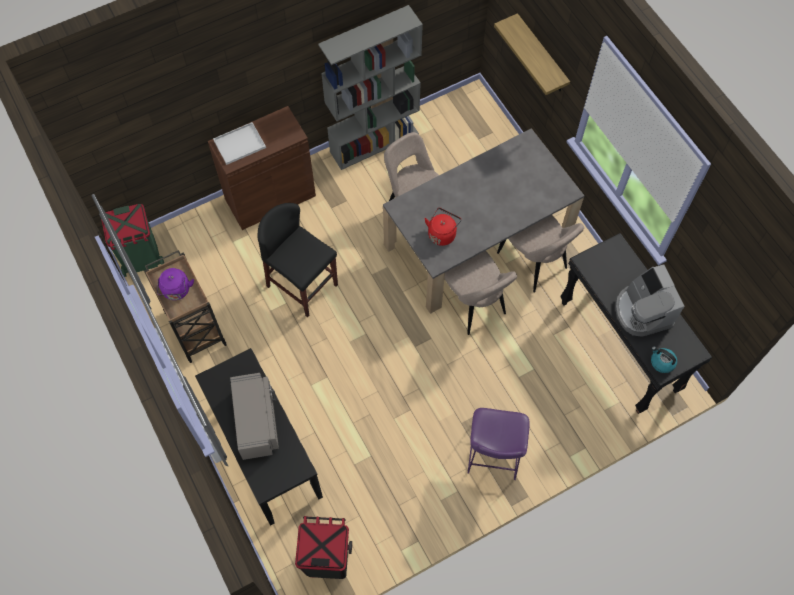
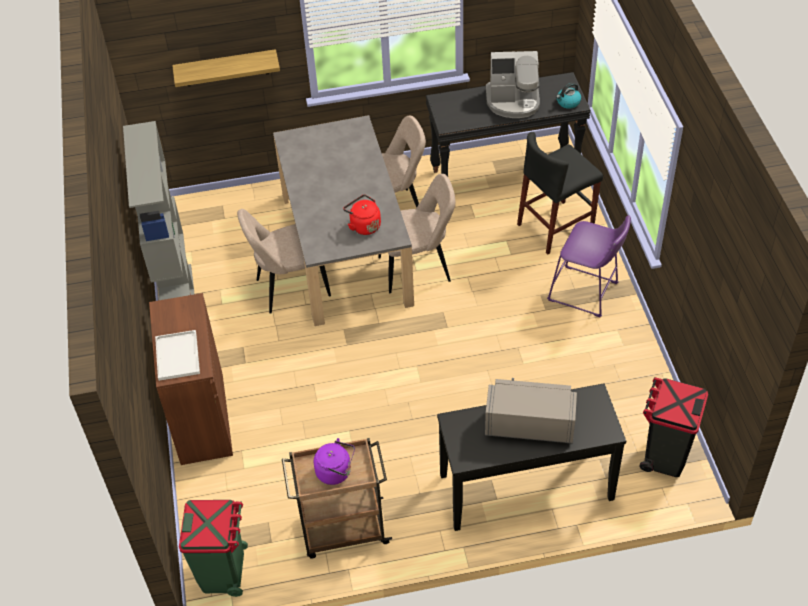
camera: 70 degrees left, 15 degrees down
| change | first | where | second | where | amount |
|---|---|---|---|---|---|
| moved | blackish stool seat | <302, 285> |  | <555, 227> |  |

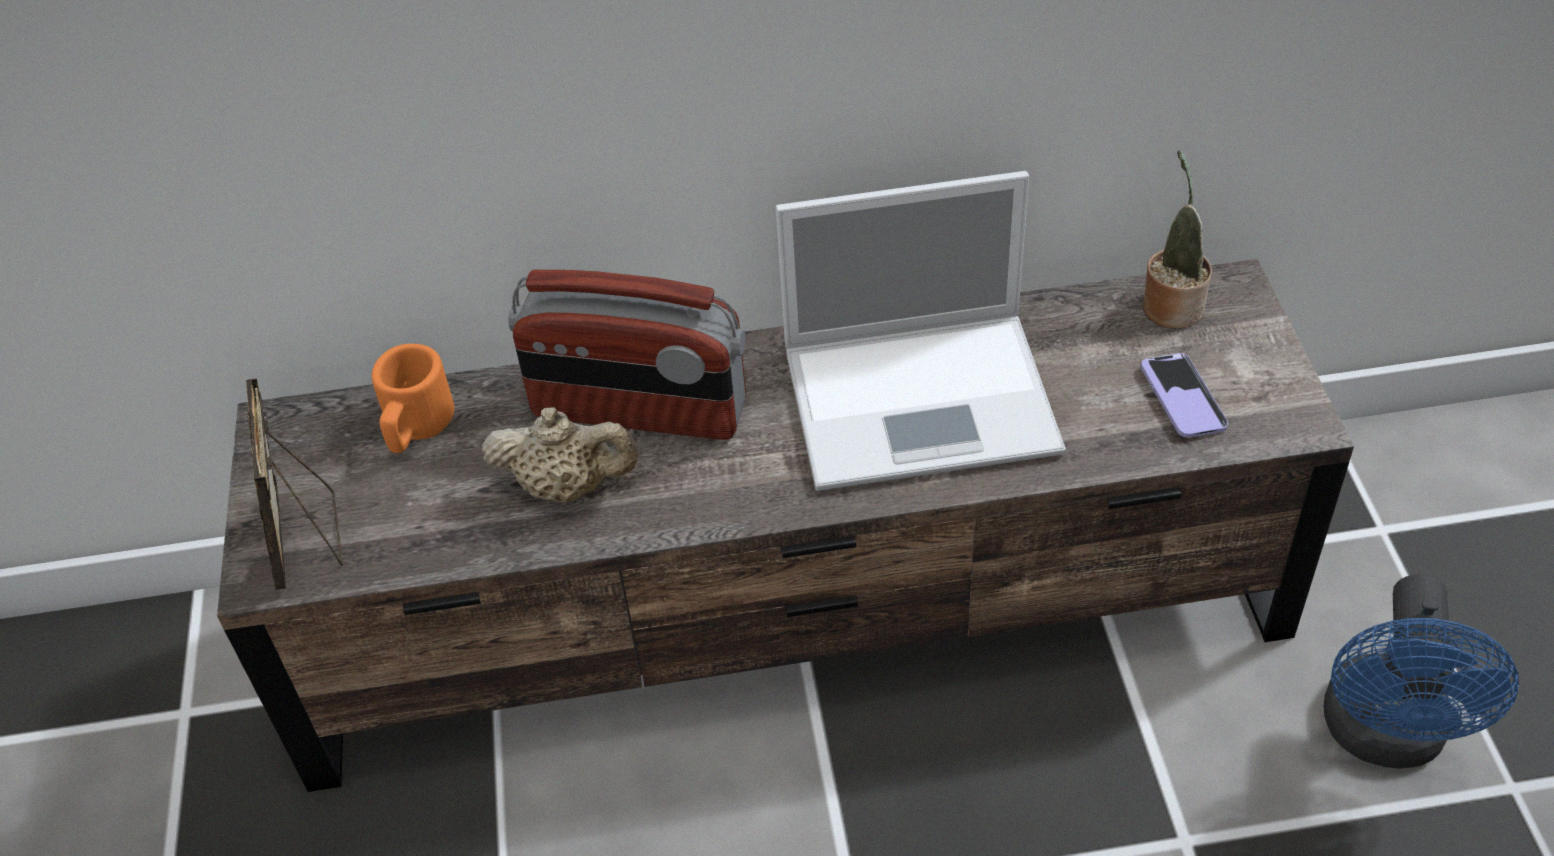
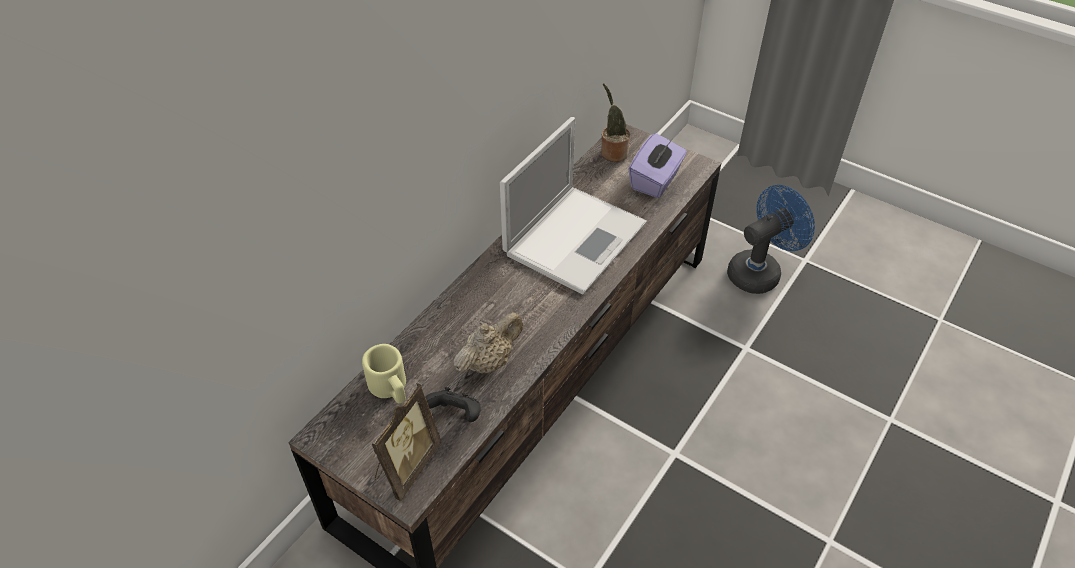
camera: 50 degrees left, 0 degrees up
| change | first | where | second | where | amount |
|---|---|---|---|---|---|
| recoloured | orangey tea mug | <415, 426> | beige tea mug | <390, 388> |  |
| turned | picture frame | <306, 538> |  | <406, 466> | 90 degrees counterclockwise |
| added |  |  | blackish game controller | <456, 414> |  |
| replaced | telephone | <1183, 398> | purple-coloured box of tissues | <655, 180> |  |
| turned | bluish fan | <1385, 737> |  | <759, 271> | 90 degrees counterclockwise |
| removed | radio set | <638, 411> |  |  |  |

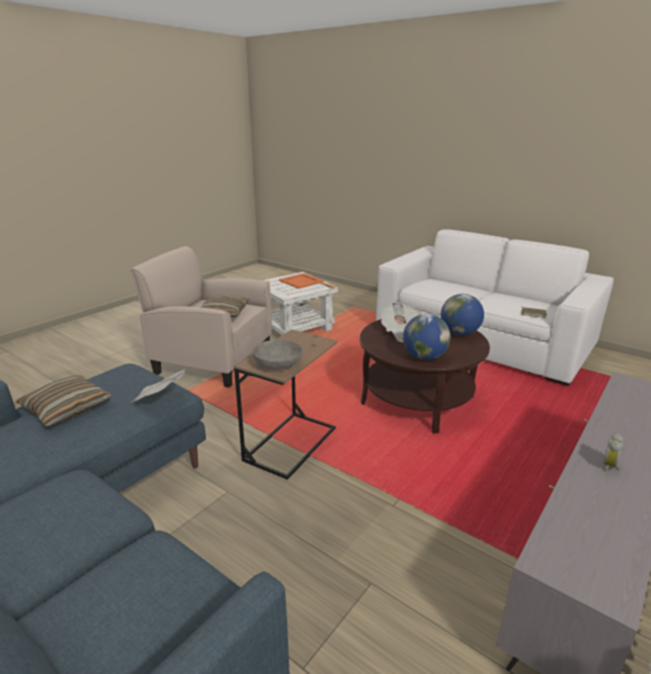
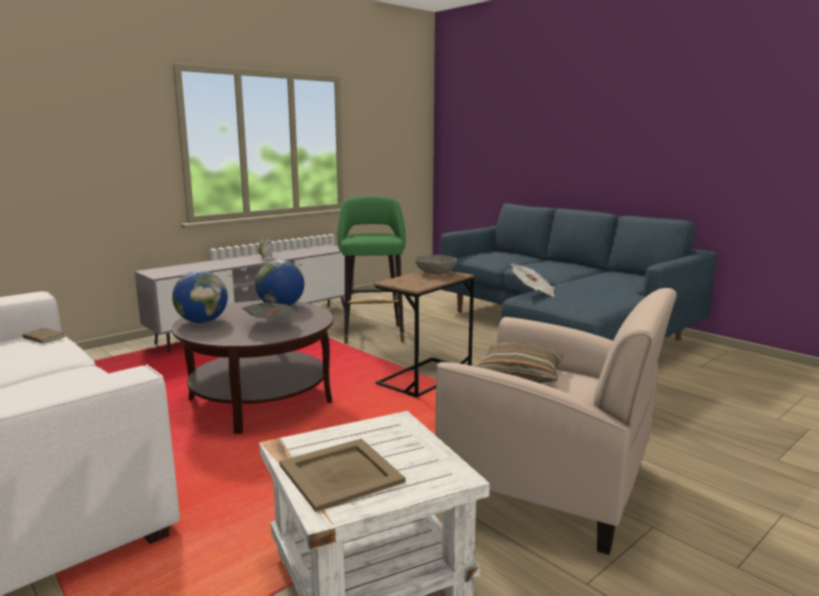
camera: 170 degrees left, 10 degrees down
| change | first | where | second | where | amount |
|---|---|---|---|---|---|
| recoloured | orangey serving tray | <300, 281> | beige serving tray | <342, 473> |  |
| added |  |  | green stool seat | <373, 332> |  |
| removed | cushion | <66, 408> |  |  |  |

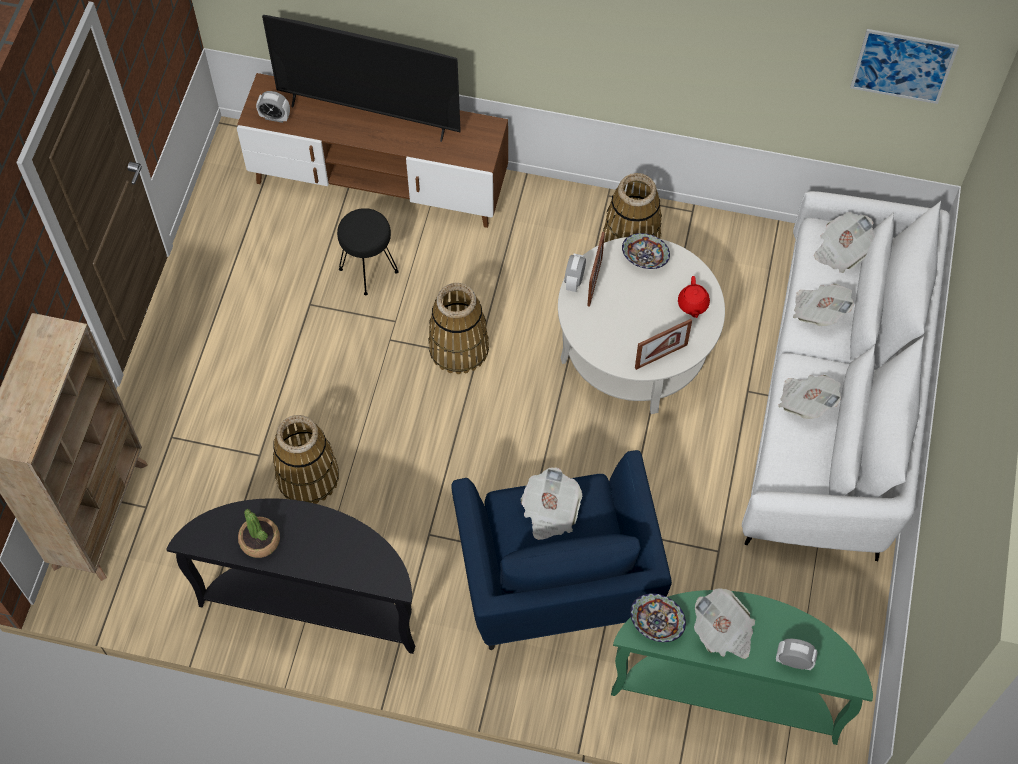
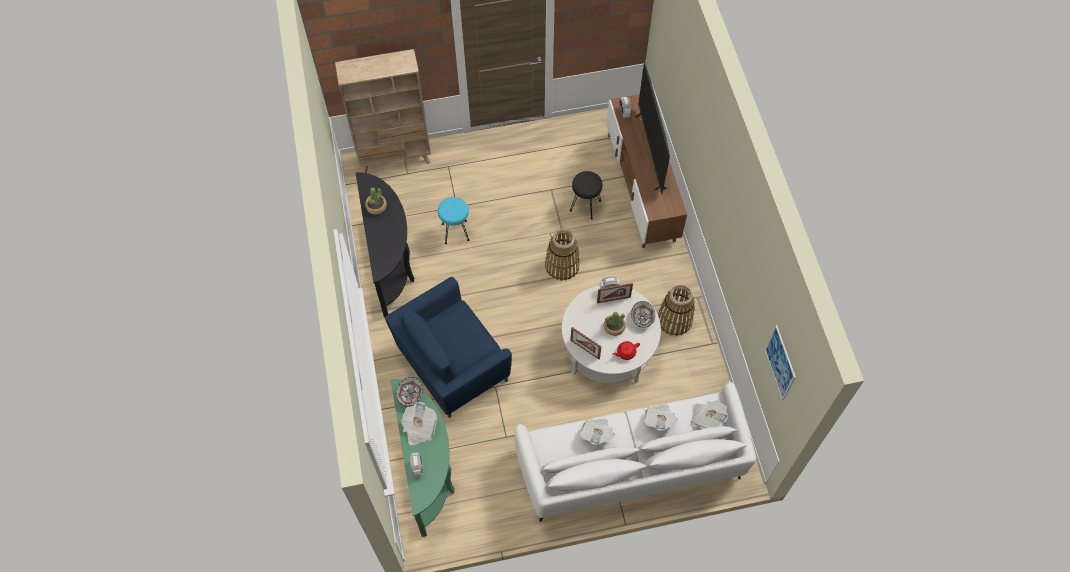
camera: 65 degrees right, 0 degrees up
| change | first | where | second | where | amount |
|---|---|---|---|---|---|
| replaced | storage basket | <307, 476> | blue-green stool seat | <455, 231> |  |
| added |  |  | houseplant | <614, 327> |  |
| removed | newspaper | <550, 512> |  |  |  |

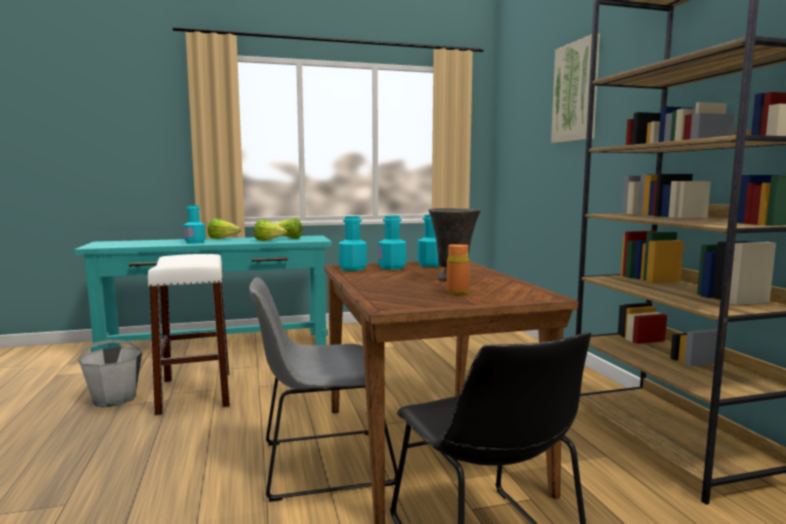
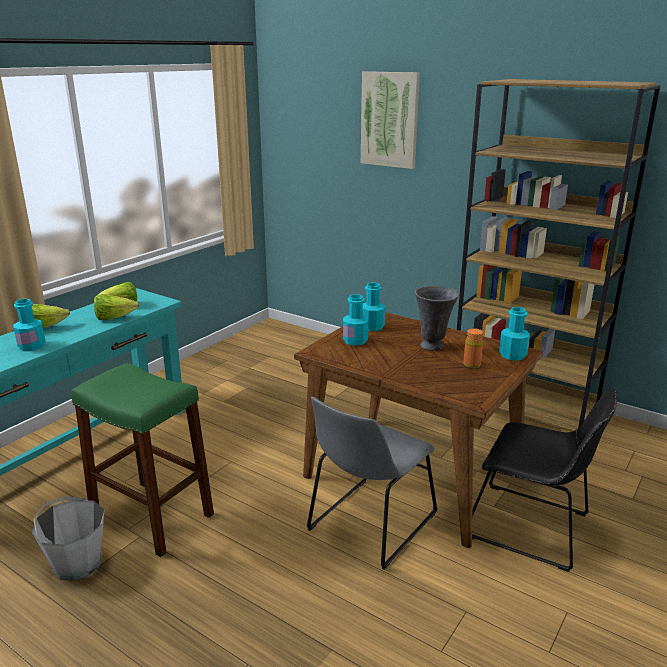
camera: 40 degrees left, 15 degrees up
| change | first | where | second | where | amount |
|---|---|---|---|---|---|
| recoloured | white stool seat | <195, 392> | green stool seat | <152, 516> |  |
| moved | blue-green drink bottle | <353, 268> |  | <512, 355> |  |

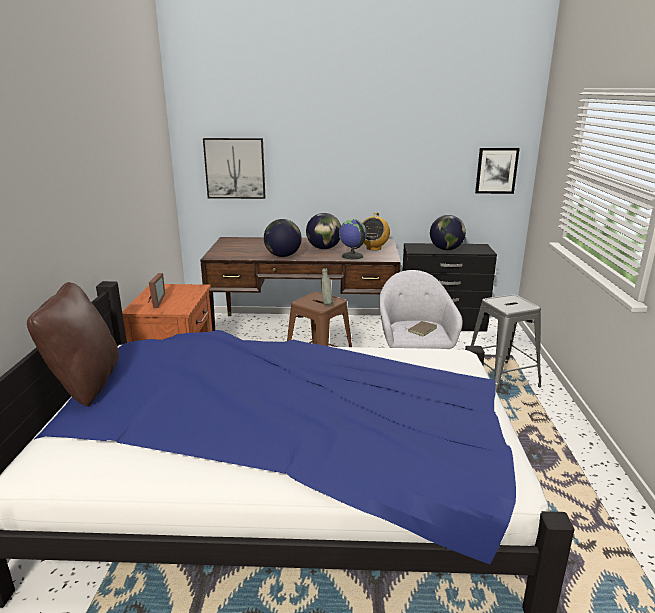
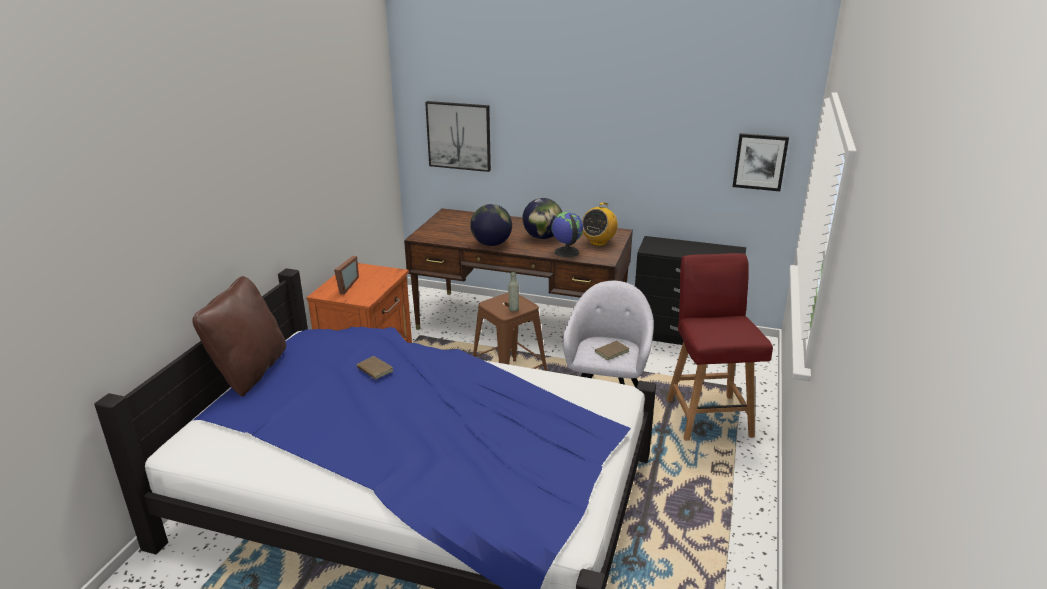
camera: 15 degrees right, 5 degrees up
| change | first | where | second | where | amount |
|---|---|---|---|---|---|
| added |  |  | brown book | <374, 370> |  |
| replaced | grey stool seat | <500, 379> | red-coloured chair | <708, 416> |  |
| removed | globe | <446, 249> |  |  |  |

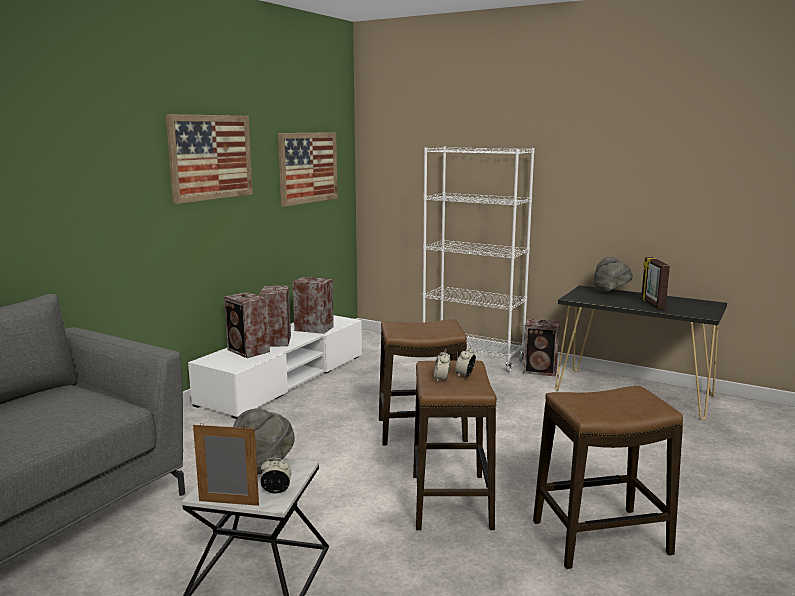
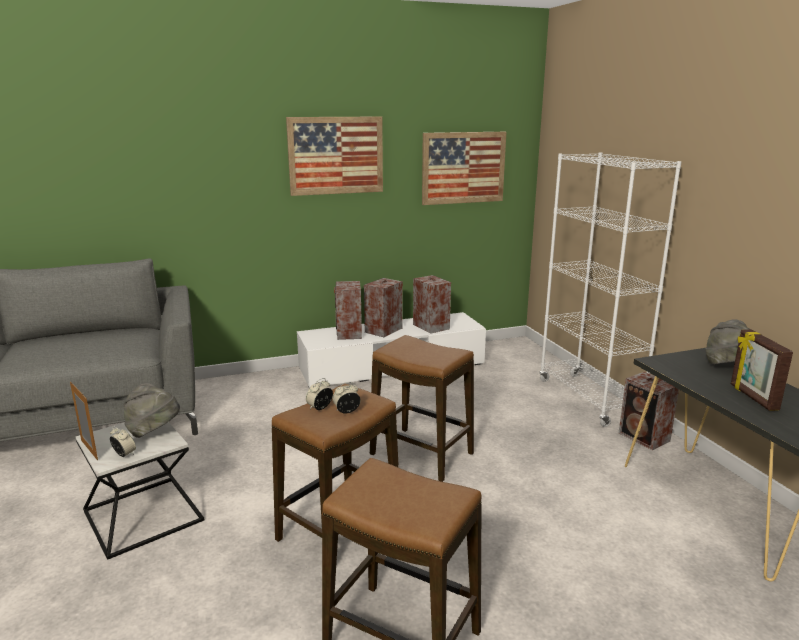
camera: 40 degrees right, 5 degrees up
| change | first | where | second | where | amount |
|---|---|---|---|---|---|
| turned | picture frame | <652, 303> |  | <752, 397> | 45 degrees counterclockwise |

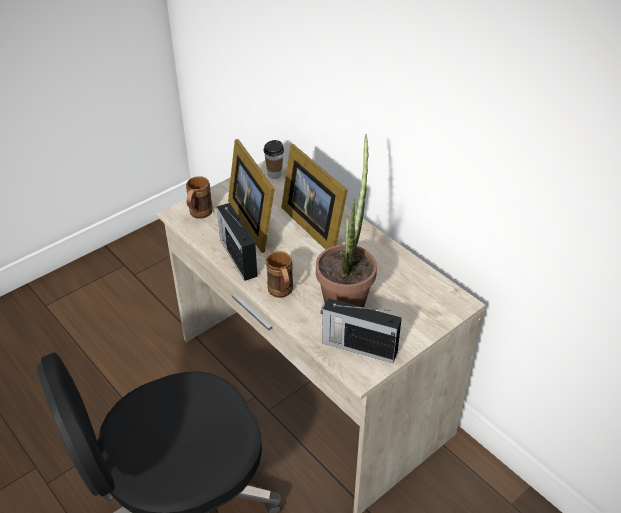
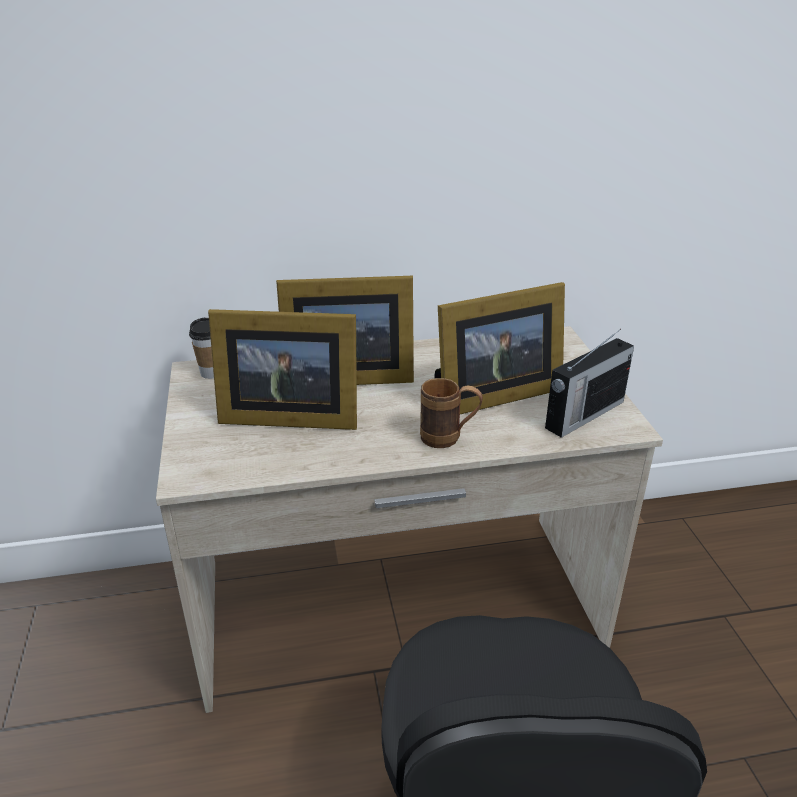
camera: 60 degrees left, 10 degrees down
| change | first | where | second | where | amount |
|---|---|---|---|---|---|
| replaced | houseplant | <346, 295> | picture frame | <491, 395> |  |
| removed | brown tea mug | <198, 215> |  |  |  |
| removed | radio set | <238, 257> |  |  |  |

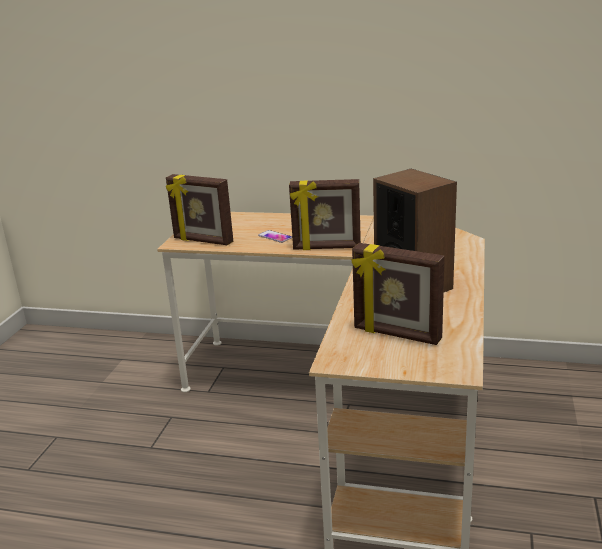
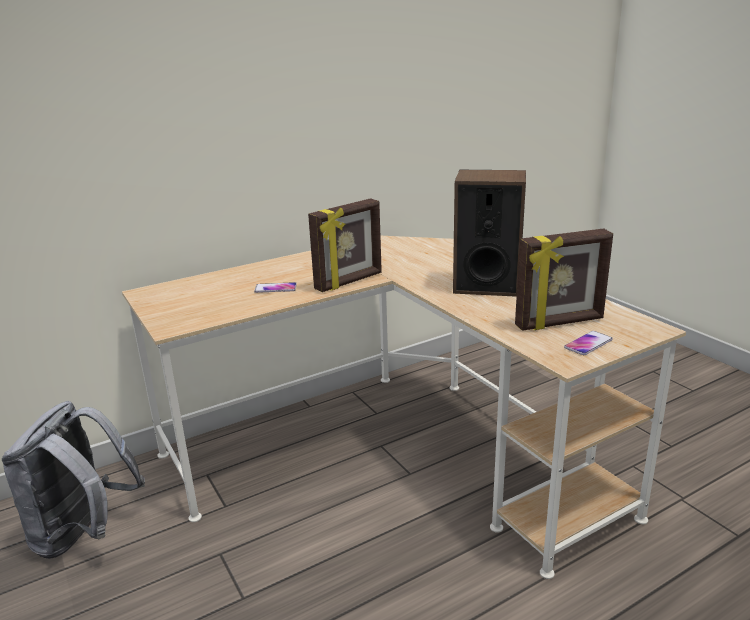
camera: 45 degrees left, 0 degrees up
| change | first | where | second | where | amount |
|---|---|---|---|---|---|
| added |  |  | grey rucksack | <84, 534> |  |
| added |  |  | telephone | <588, 344> |  |
| removed | picture frame | <202, 241> |  |  |  |

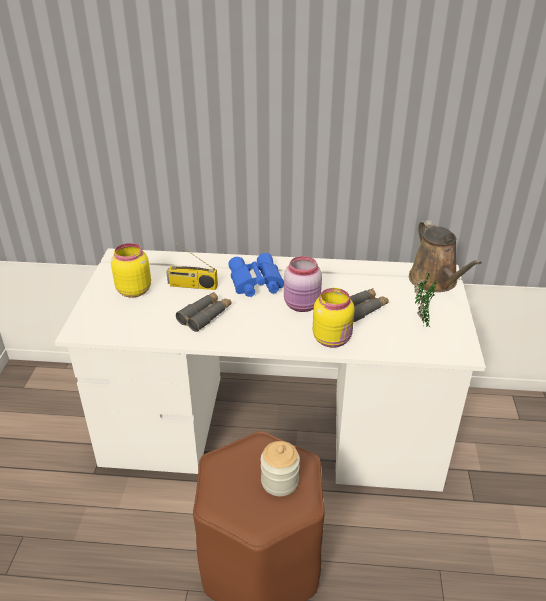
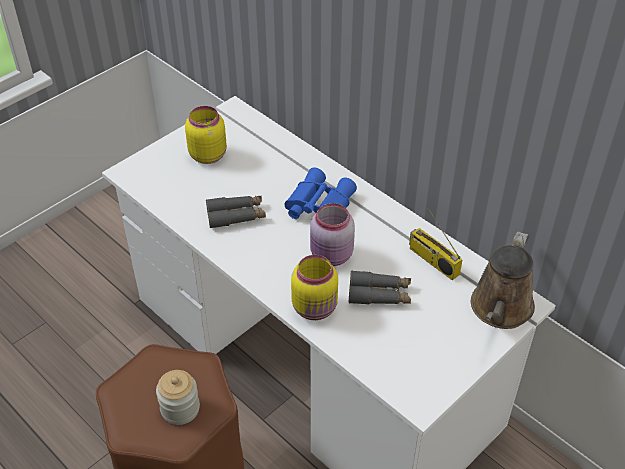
camera: 40 degrees right, 10 degrees up
| change | first | where | second | where | amount |
|---|---|---|---|---|---|
| moved | radio set | <192, 286> |  | <432, 261> |  |
| removed | houseplant | <421, 319> |  |  |  |

